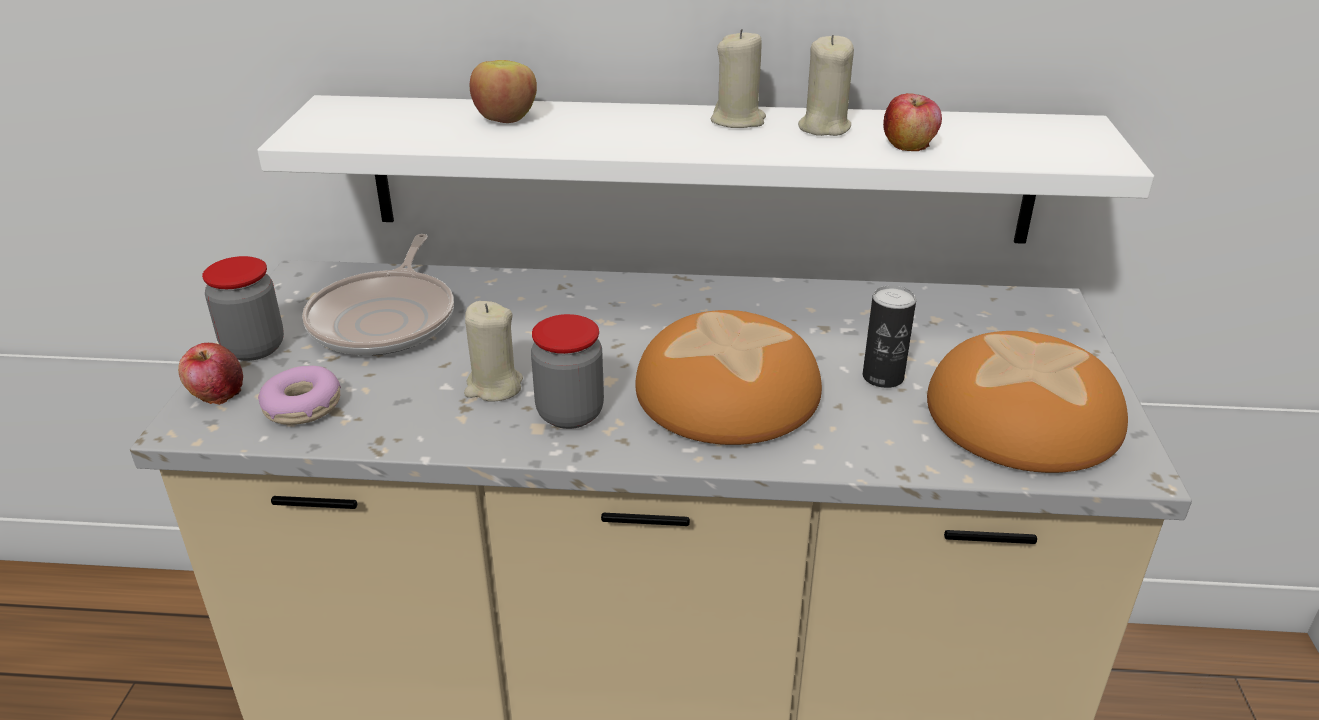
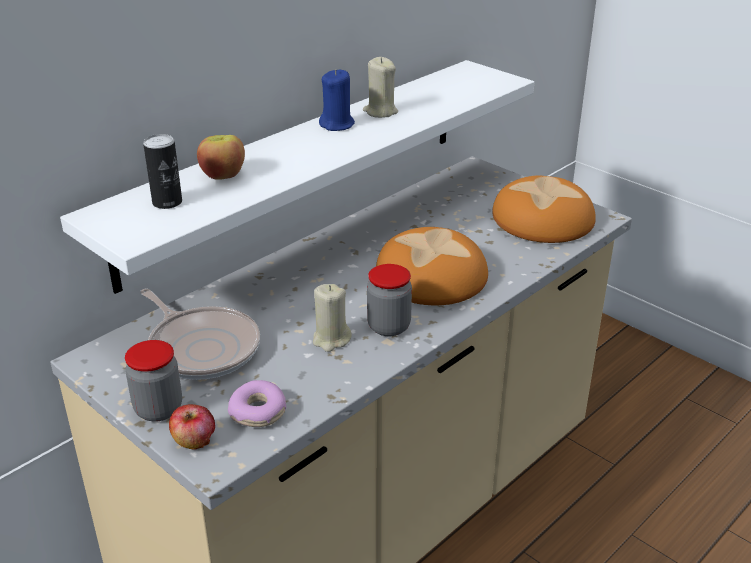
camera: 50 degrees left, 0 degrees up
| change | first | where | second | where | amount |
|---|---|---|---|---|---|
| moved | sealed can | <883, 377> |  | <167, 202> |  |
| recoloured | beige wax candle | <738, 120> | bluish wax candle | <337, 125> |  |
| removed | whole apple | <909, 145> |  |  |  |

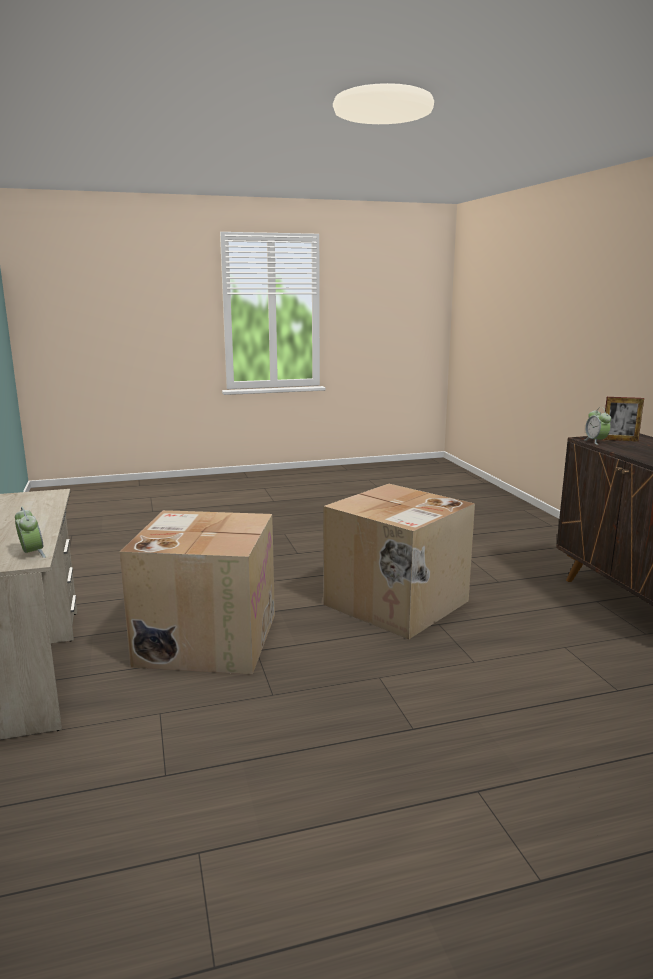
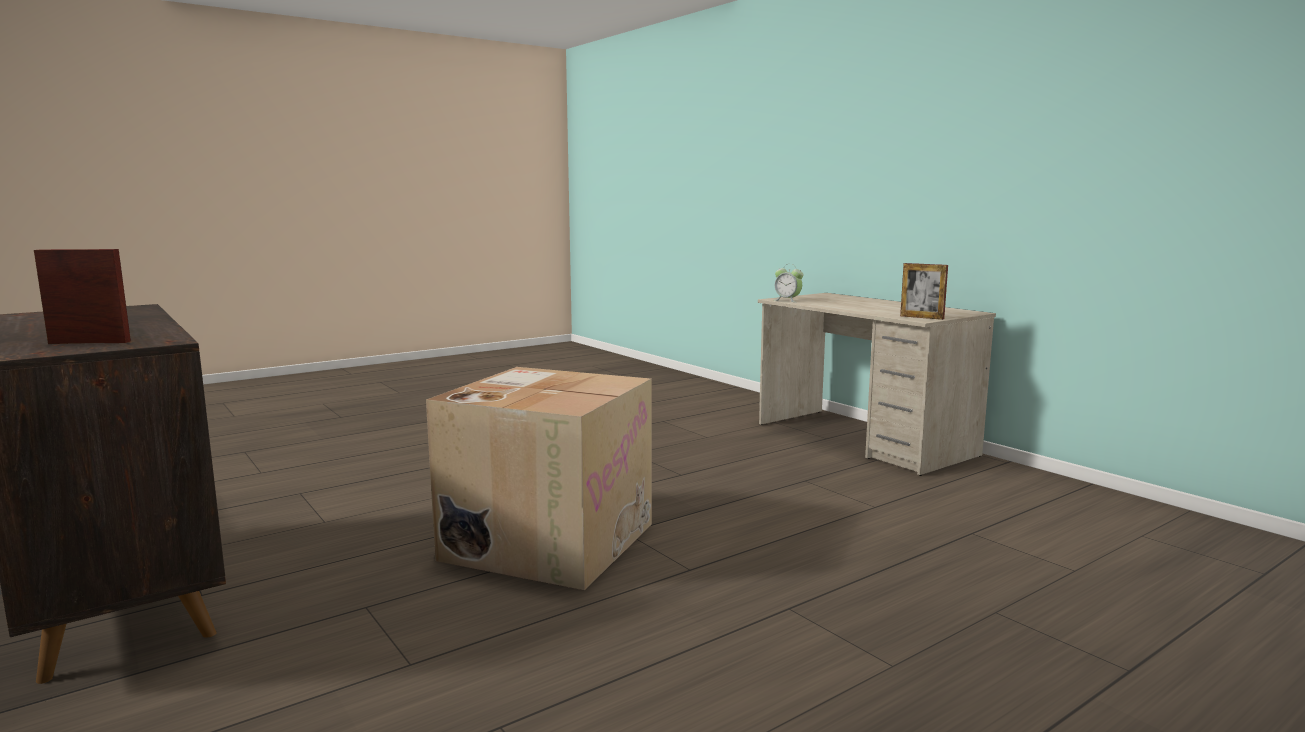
camera: 160 degrees right, 5 degrees down
| change | first | where | second | where | amount |
|---|---|---|---|---|---|
| added |  |  | picture frame | <922, 317> |  |
| removed | cardboard box | <206, 638> |  |  |  |
| removed | bedside clock | <596, 441> |  |  |  |

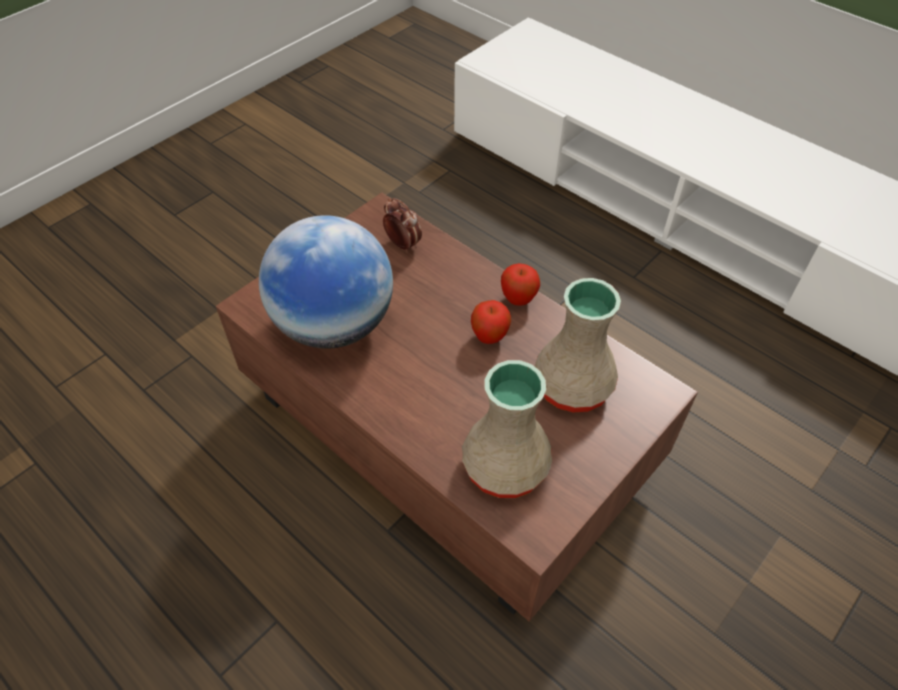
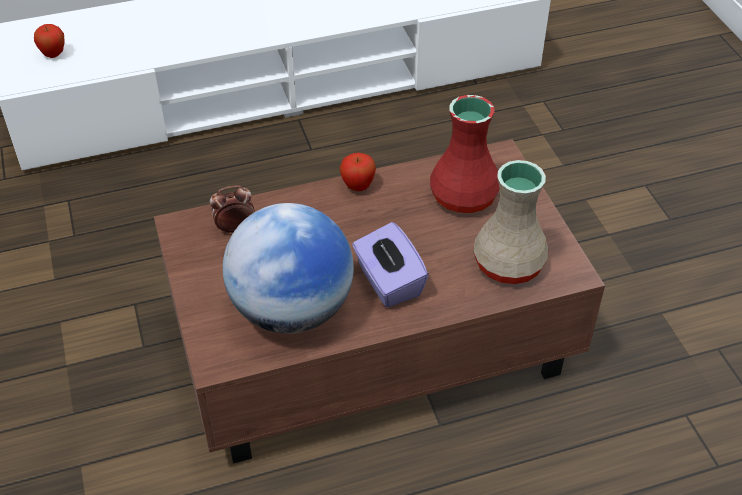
camera: 60 degrees left, 5 degrees down
| change | first | where | second | where | amount |
|---|---|---|---|---|---|
| moved | whole apple | <489, 337> |  | <53, 54> |  |
| added |  |  | purple-coloured box of tissues | <388, 282> |  |
| recoloured | beige vase | <572, 384> | red-coloured vase | <462, 196> |  |

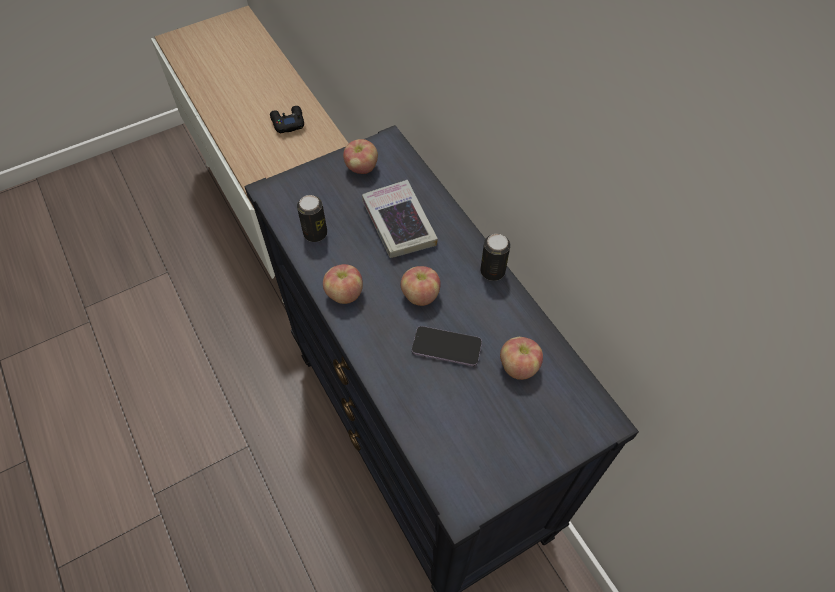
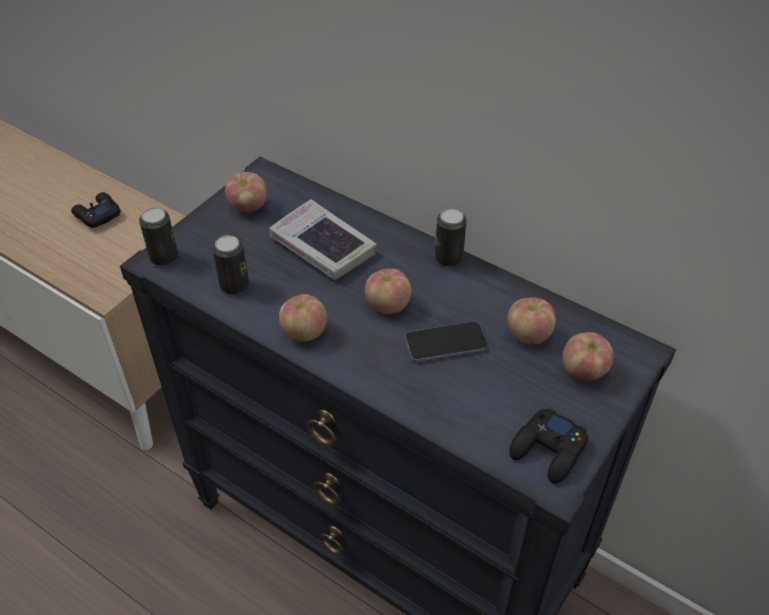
camera: 25 degrees left, 10 degrees down
| change | first | where | second | where | amount |
|---|---|---|---|---|---|
| added |  |  | sealed can | <164, 257> |  |
| added |  |  | blackish game controller | <548, 450> |  |
| added |  |  | whole apple | <584, 371> |  |

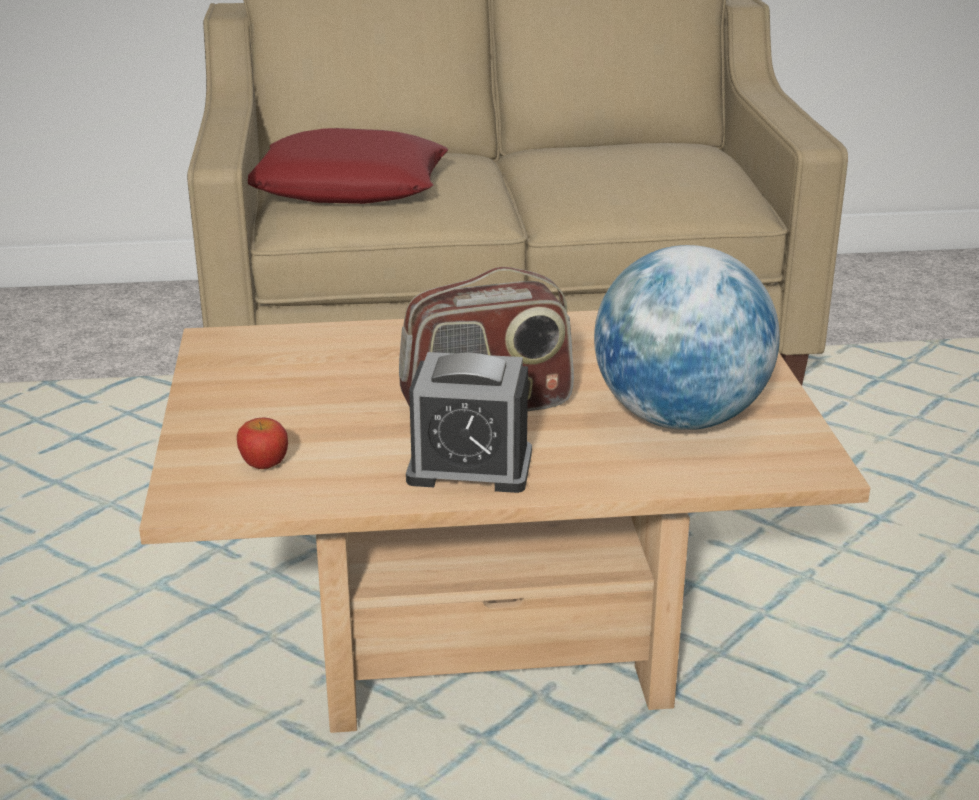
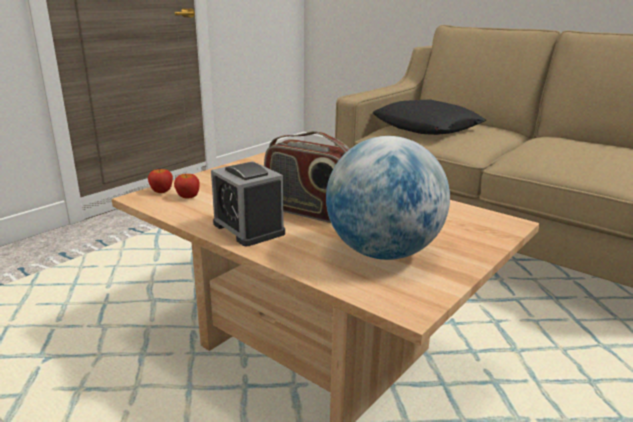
camera: 45 degrees right, 5 degrees down
| change | first | where | second | where | amount |
|---|---|---|---|---|---|
| added |  |  | whole apple | <161, 191> |  |
| recoloured | red-coloured cushion | <350, 186> | blackish cushion | <426, 127> |  |

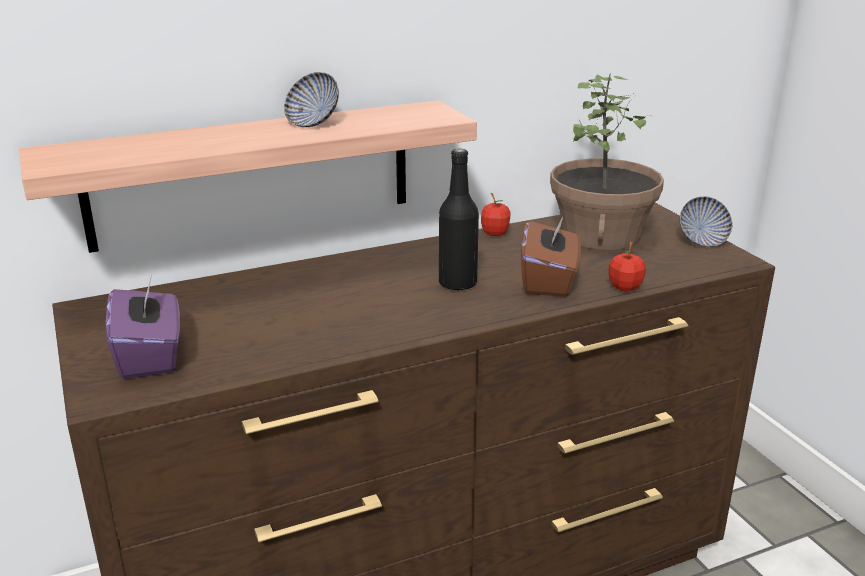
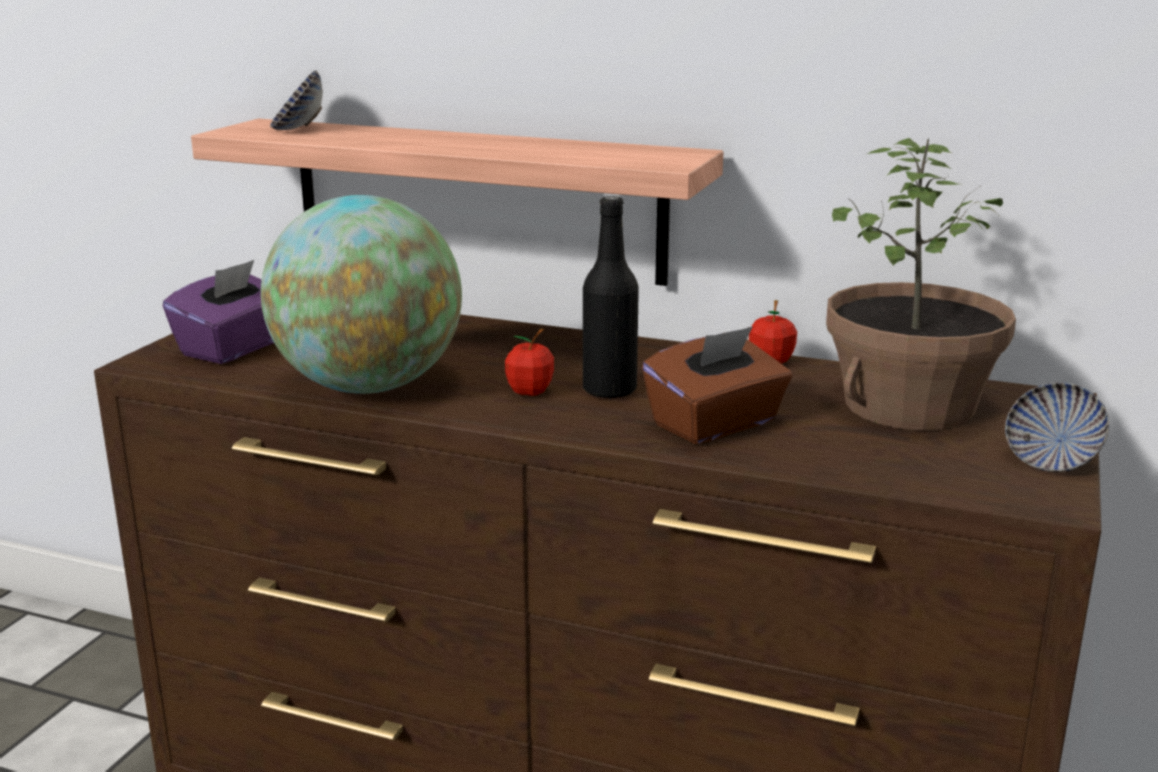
camera: 45 degrees right, 5 degrees down
| change | first | where | second | where | amount |
|---|---|---|---|---|---|
| added |  |  | globe | <368, 386> |  |
| moved | deep dish | <313, 123> |  | <298, 129> |  |
| moved | whole apple | <625, 288> |  | <530, 392> |  |

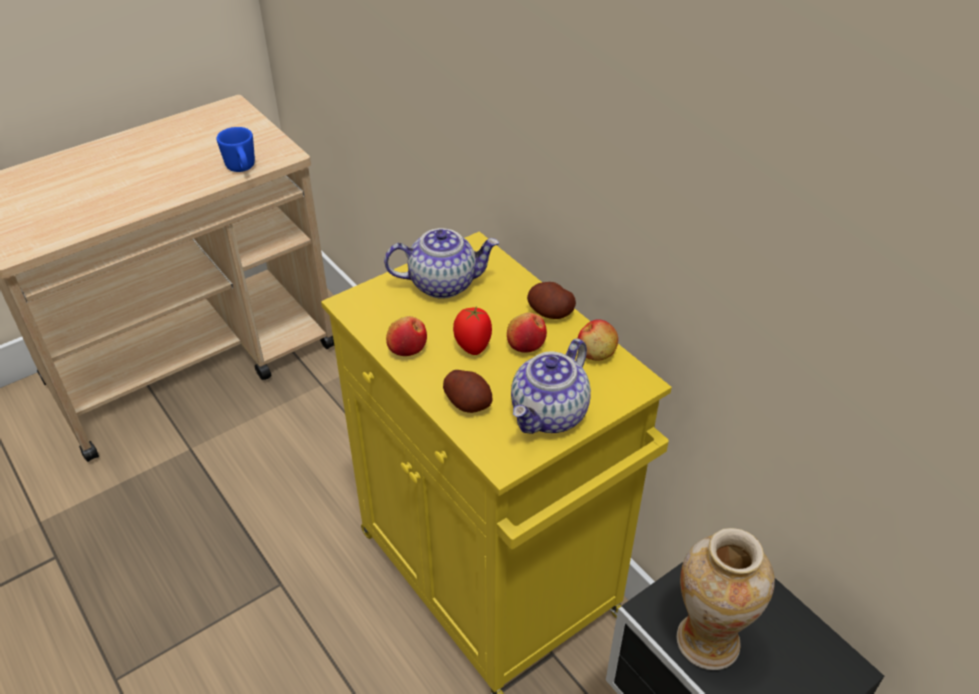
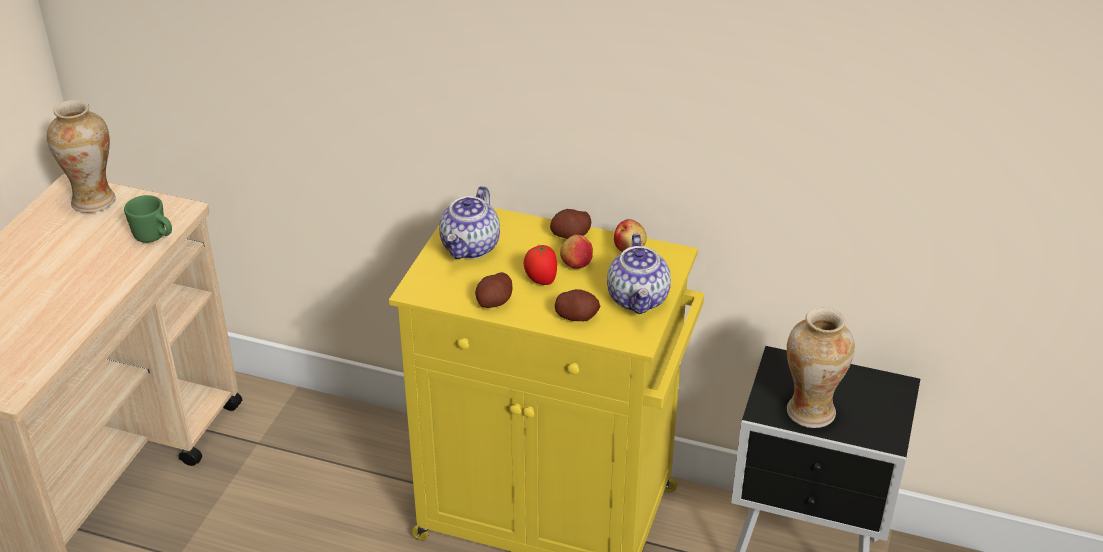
camera: 35 degrees left, 5 degrees down
| change | first | where | second | where | amount |
|---|---|---|---|---|---|
| added |  |  | vase | <93, 201> |  |
| recoloured | bluish tea mug | <242, 169> | green tea mug | <154, 237> |  |
| turned | tea pot | <443, 283> |  | <471, 247> | 150 degrees clockwise |
| replaced | whole apple | <407, 348> | whole potato | <494, 302> |  |

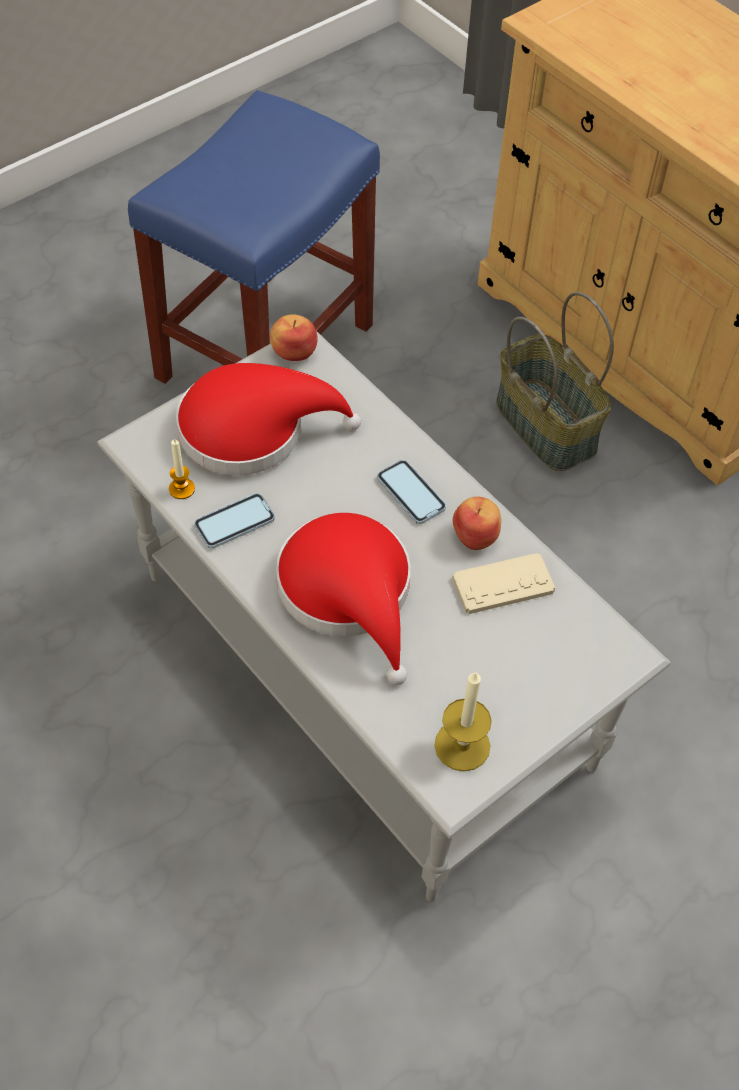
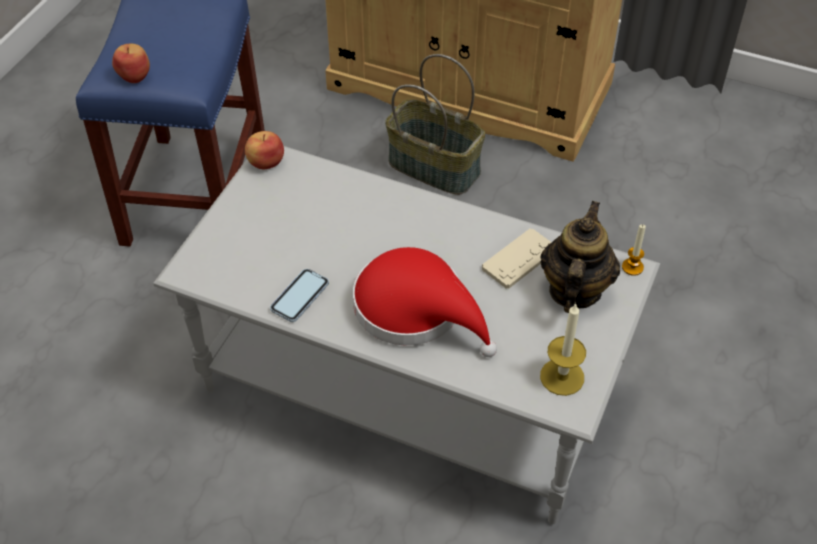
camera: 25 degrees left, 5 degrees down
| change | first | where | second | where | amount |
|---|---|---|---|---|---|
| moved | whole apple | <476, 535> |  | <135, 75> |  |
| added |  |  | tea pot | <574, 290> |  |
| moved | wax candle | <182, 489> |  | <632, 267> |  |
| removed | red-coloured hat | <252, 429> |  |  |  |
| removed | telephone | <411, 493> |  |  |  |

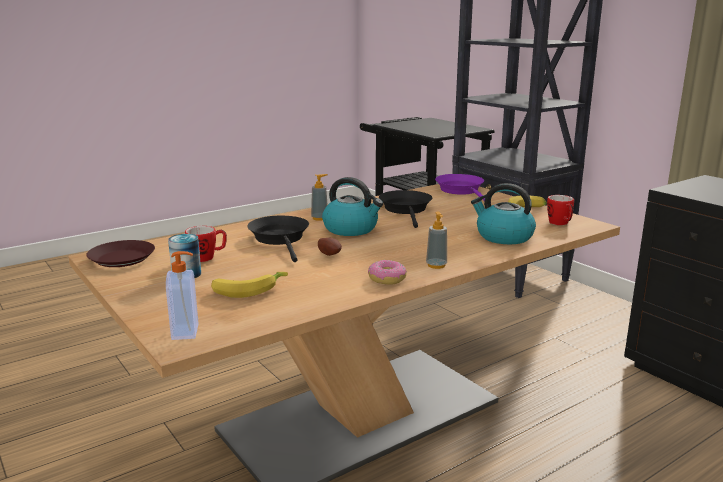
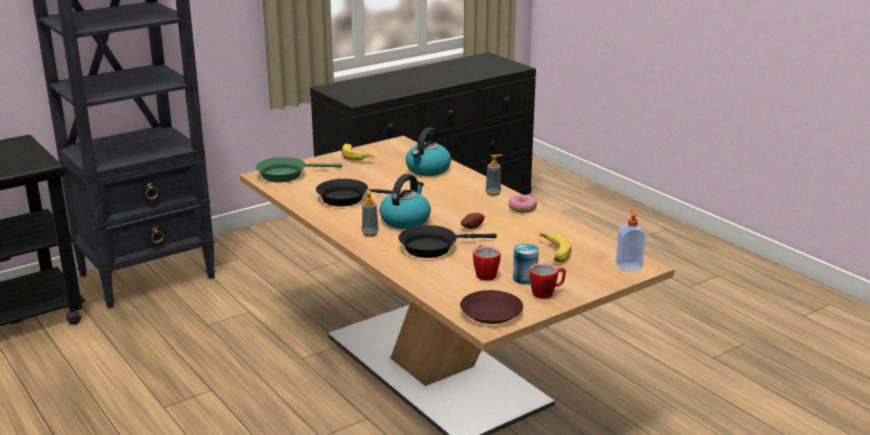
camera: 90 degrees left, 5 degrees up
| change | first | where | second | where | amount |
|---|---|---|---|---|---|
| recoloured | purple-coloured skillet | <461, 191> | green skillet | <286, 174> |  |
| moved | tea mug | <560, 224> |  | <547, 293> |  |

